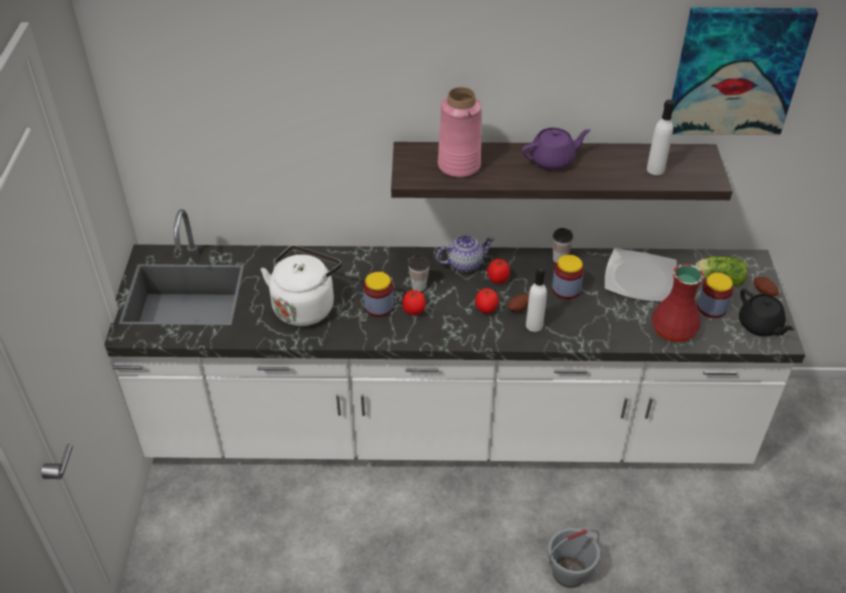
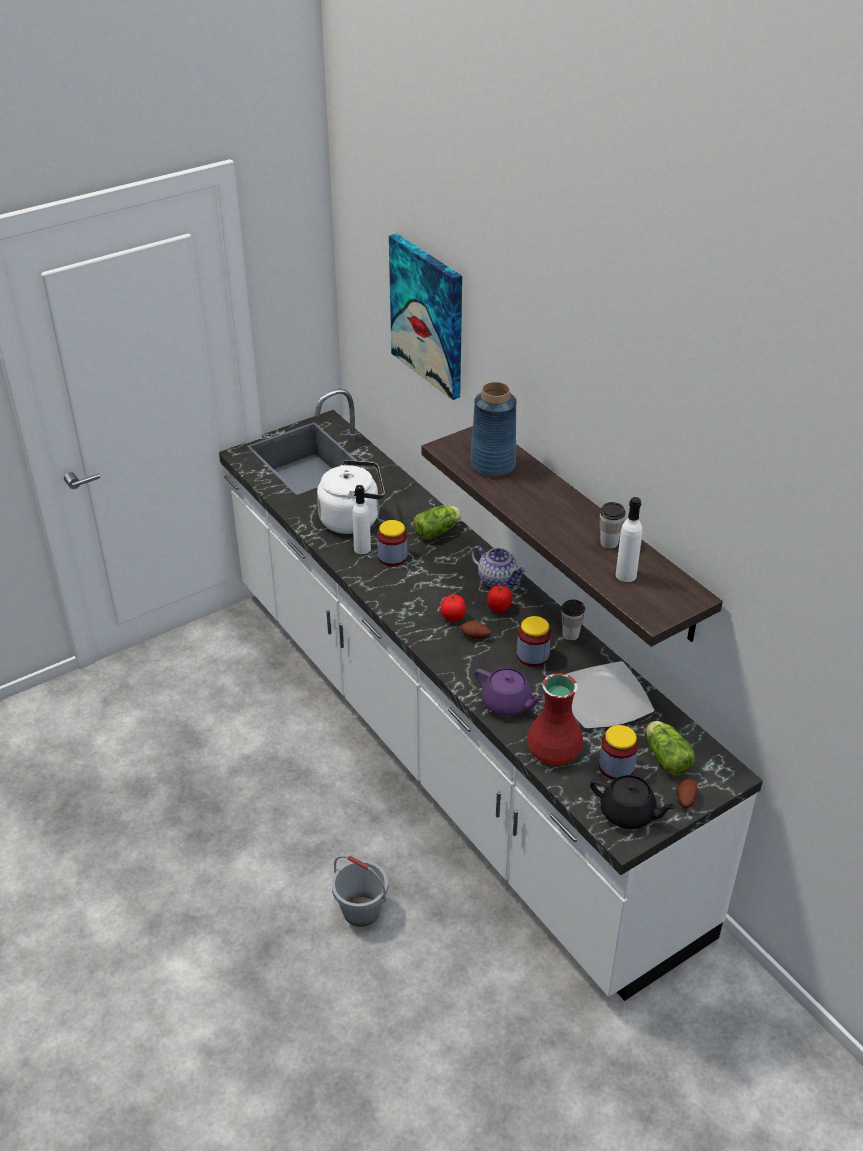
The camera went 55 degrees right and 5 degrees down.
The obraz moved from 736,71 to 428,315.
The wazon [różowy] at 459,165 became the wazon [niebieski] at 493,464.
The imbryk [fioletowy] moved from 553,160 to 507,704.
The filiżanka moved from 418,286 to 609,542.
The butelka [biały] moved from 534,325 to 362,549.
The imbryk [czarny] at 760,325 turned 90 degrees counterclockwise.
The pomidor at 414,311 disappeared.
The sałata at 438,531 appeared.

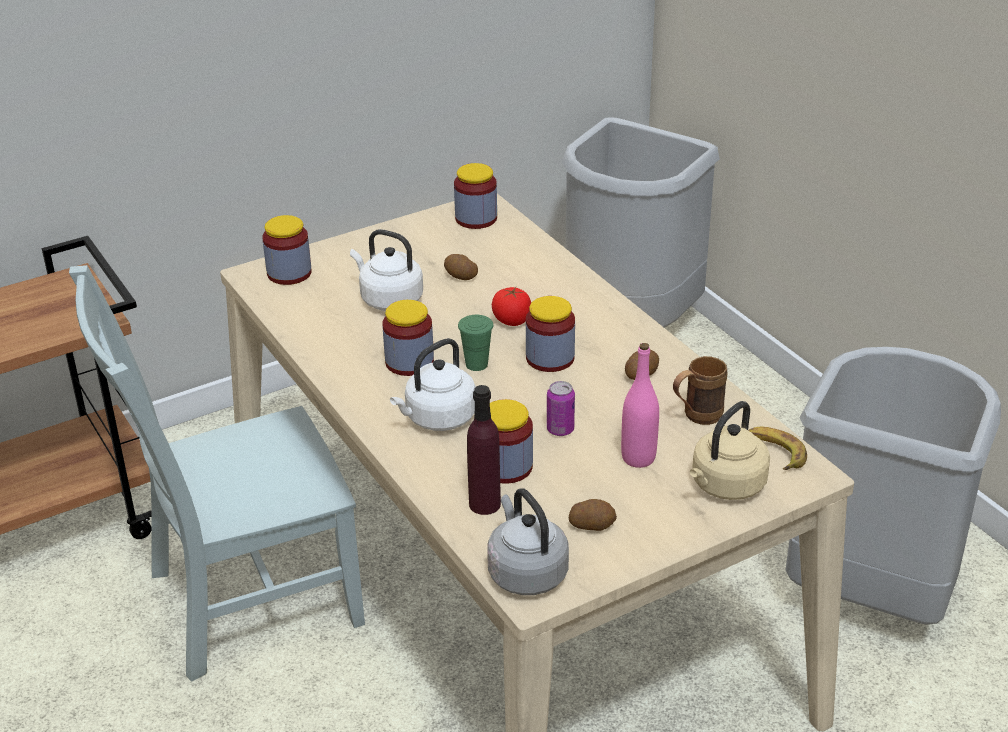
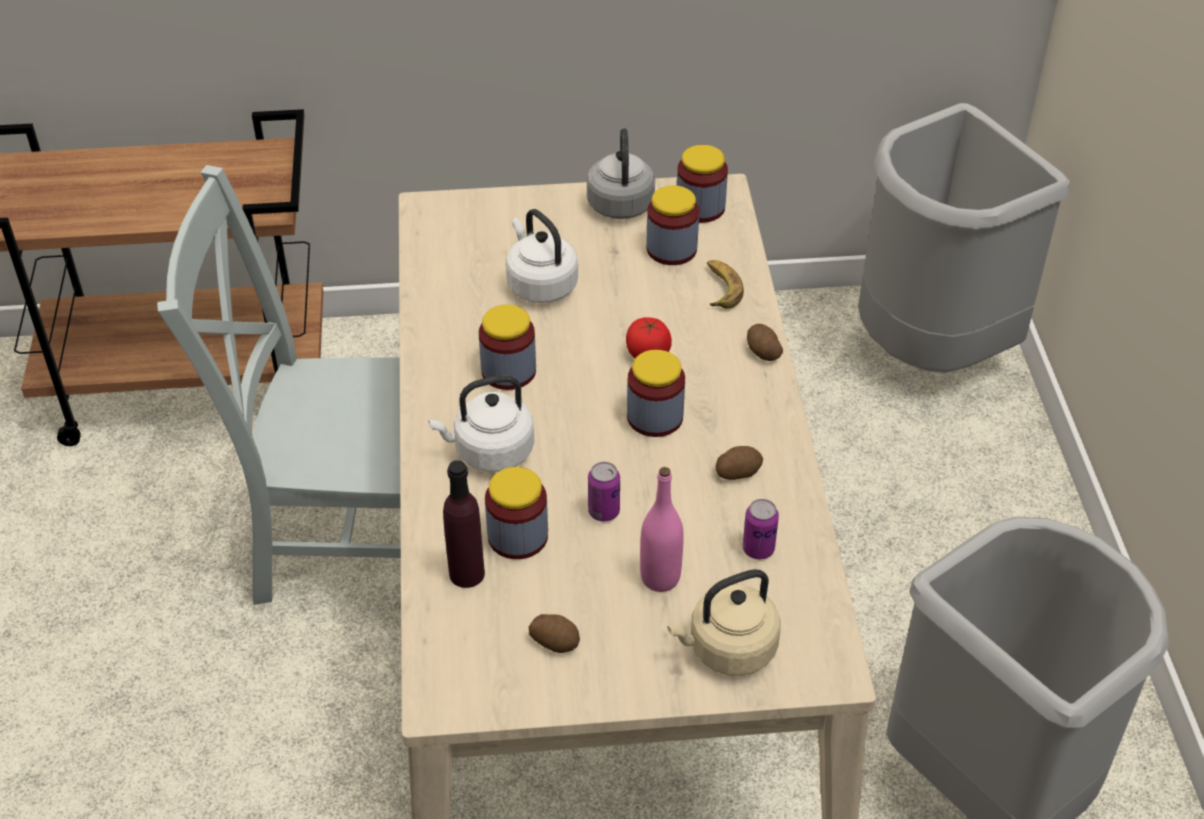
The camera went 25 degrees right and 10 degrees up.
The słoik moved from 289,273 to 671,249.
The ziemniak moved from 460,276 to 762,352.
The filiżanka [zielony] at 476,364 disappeared.
The kubek [brązowy] at 695,417 was replaced by the puszka at 758,549.
The banan moved from 775,452 to 720,288.
The czajnik [szary] moved from 525,572 to 620,202.

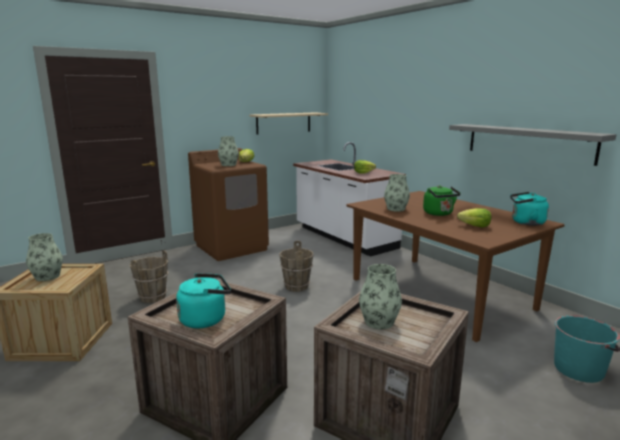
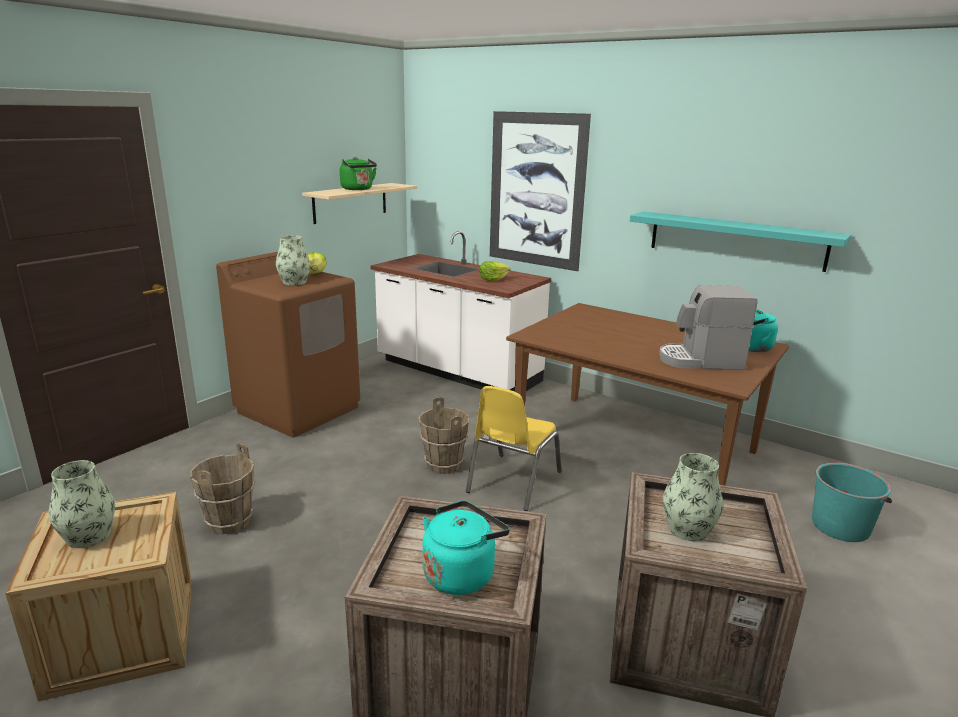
The camera went 20 degrees left and 5 degrees up.
The półka [szary] at 528,142 became the półka [turkusowy] at 735,240.
The wazon at 396,209 disappeared.
The czajnik [zielony] moved from 439,214 to 358,189.
The sałata at 475,226 was replaced by the ekspres do kawy at 700,360.
The obraz at 536,190 appeared.
The krzesło [żółty] at 513,482 appeared.

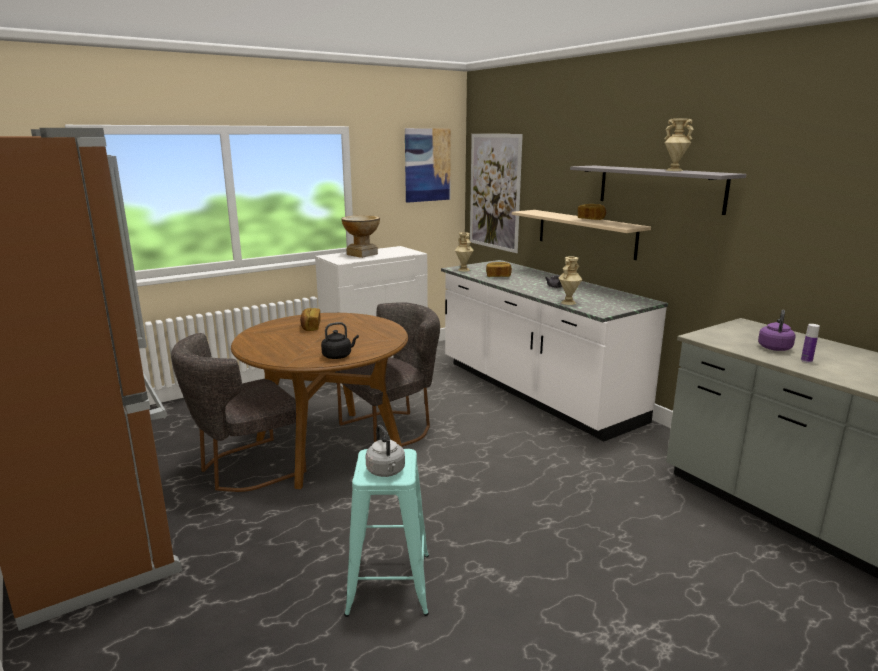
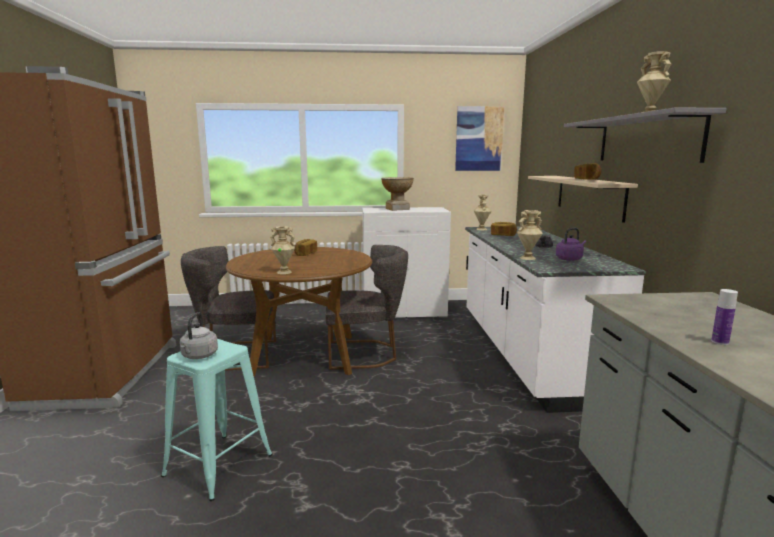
The camera went 30 degrees right and 5 degrees down.
The obraz at 494,192 disappeared.
The czajnik [fioletowy] moved from 774,347 to 570,259.
The czajnik [czarny] at 338,356 was replaced by the wazon [beżowy] at 284,272.

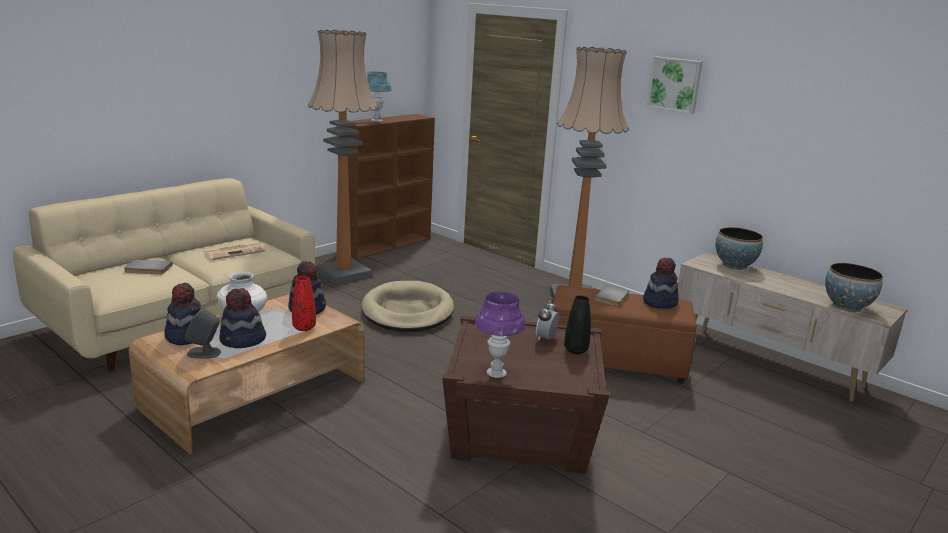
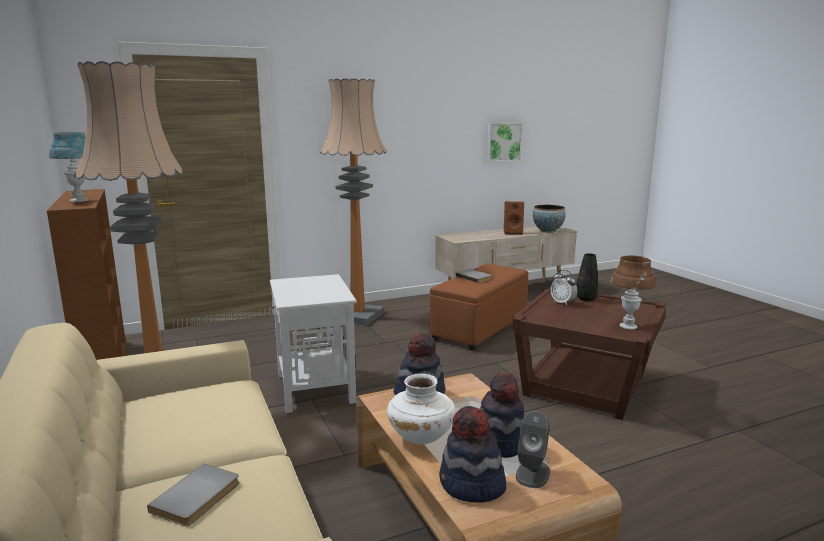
The camera went 65 degrees left and 5 degrees down.
The obraz moved from 675,84 to 503,142.
The miska at 734,266 disappeared.
The gazeta at 234,252 disappeared.
The kapelusz at 659,302 disappeared.
The wazon [czerwony] at 304,327 disappeared.
The legowisko [beżowy] at 407,311 was replaced by the stolik [biały] at 315,388.
The lampa stołowa [fioletowy] at 496,373 became the lampa stołowa [brązowy] at 628,326.
The głośnik [brązowy] at 513,233 appeared.

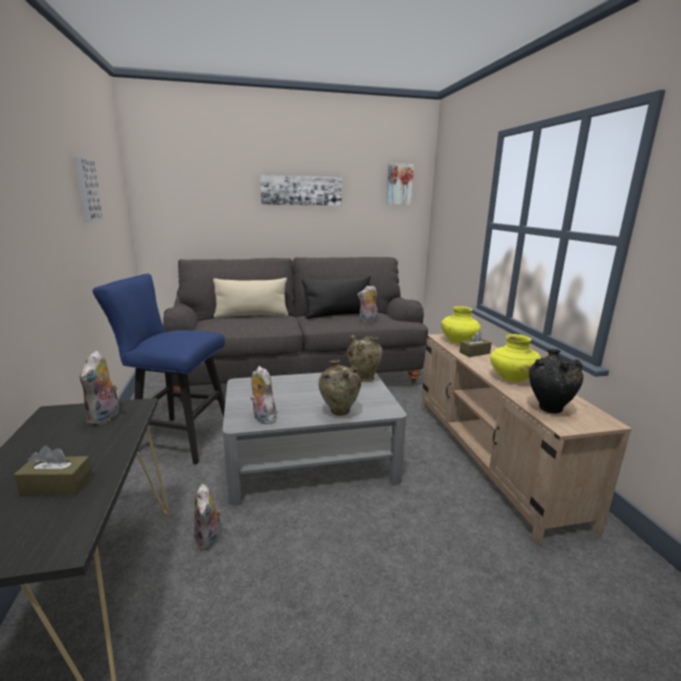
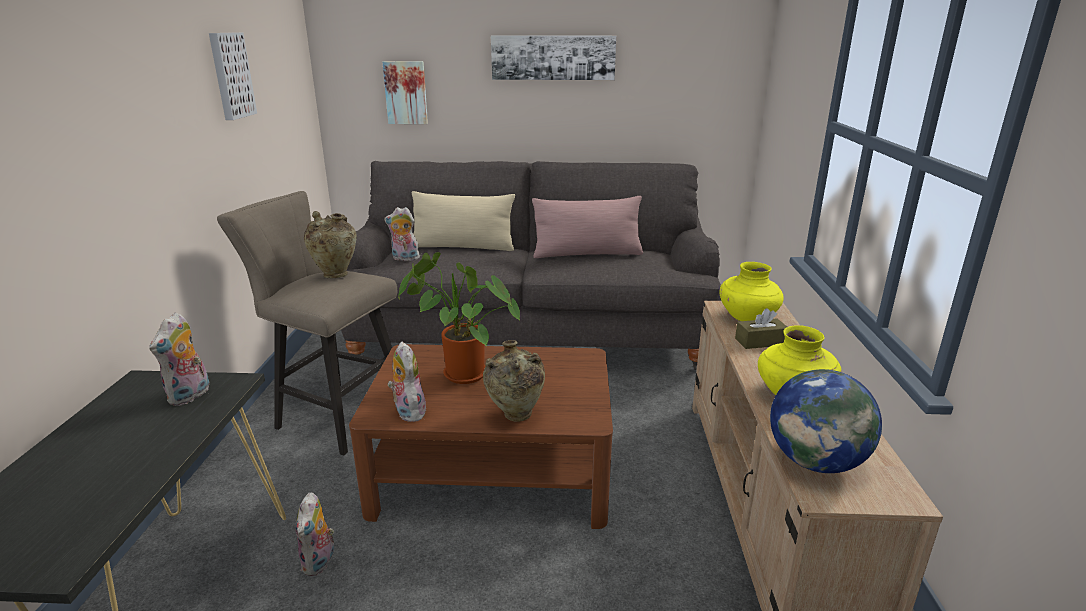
The camera went 15 degrees right and 5 degrees up.
The obraz moved from 399,184 to 406,92.
The stołek [niebieski] at 178,438 became the stołek [beżowy] at 335,414.
The poduszka [czarny] at 339,314 became the poduszka [różowy] at 587,254.
The pluszak moved from 368,321 to 404,259.
The wazon [beżowy] moved from 363,378 to 335,274.
The wazon [czarny] at 548,410 was replaced by the globus at 815,462.
The ława [szary] at 310,459 became the ława [brązowy] at 493,469.
The pudełko chusteczek [brązowy] at 57,485 disappeared.
The roślina doniczkowa at 460,375 appeared.

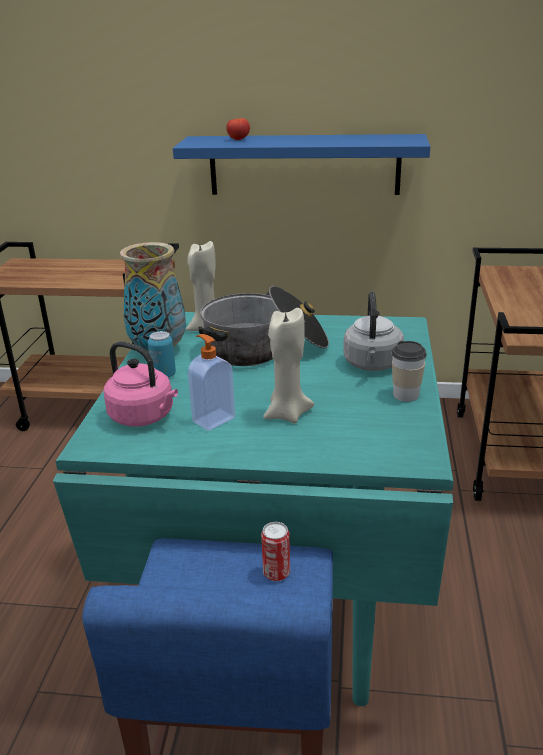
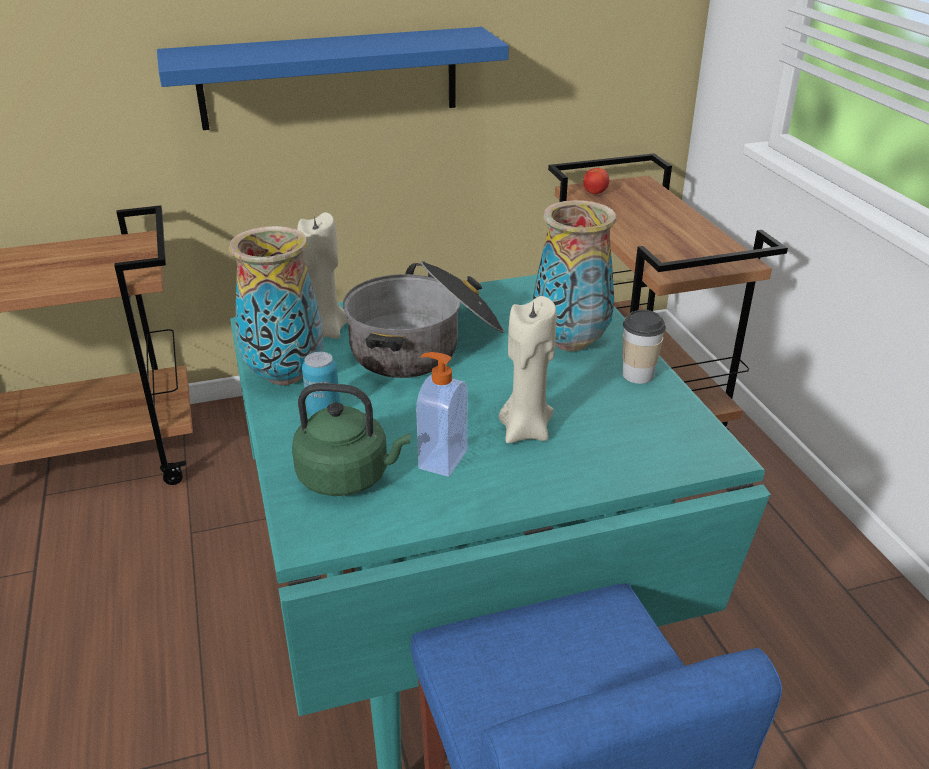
The camera went 25 degrees left and 5 degrees up.
The pomidor moved from 238,139 to 595,193.
The czajnik [szary] at 372,365 was replaced by the wazon at 571,343.
The czajnik [różowy] at 144,417 became the czajnik [zielony] at 348,477.
The puszka at 276,573 disappeared.

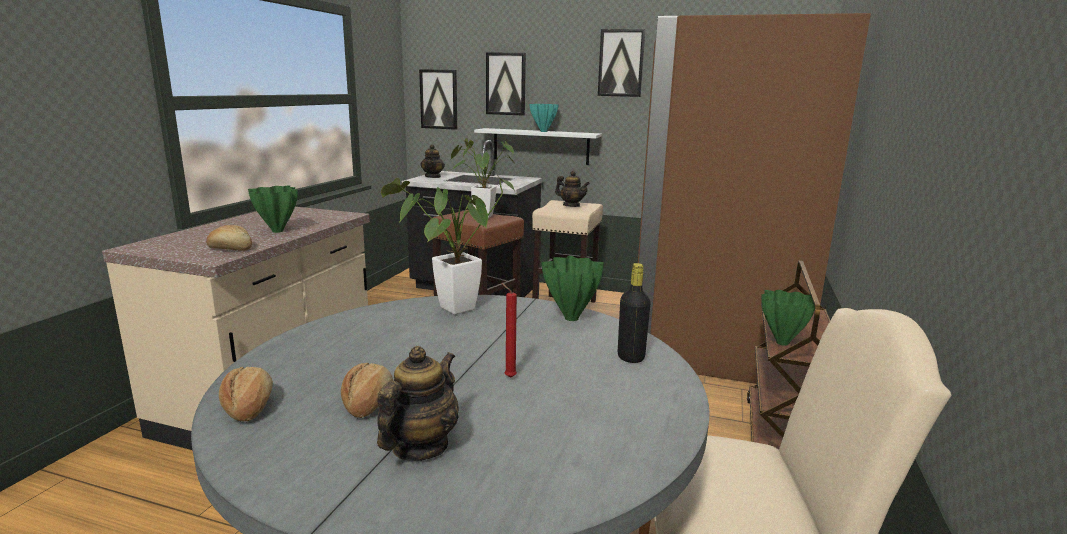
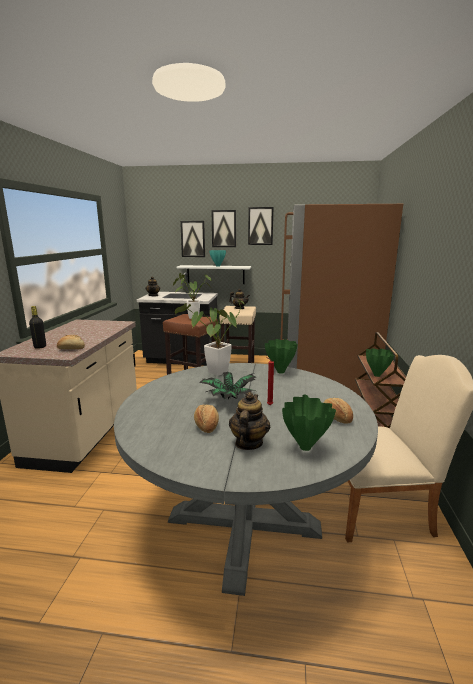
The camera went 10 degrees left and 0 degrees up.
The obraz moved from 439,99 to 224,228.
The wazon [zielony] moved from 277,231 to 305,448.
The butelka [czarny] moved from 630,357 to 40,347.
The chleb moved from 248,407 to 336,417.
The roślina doniczkowa at 228,400 appeared.

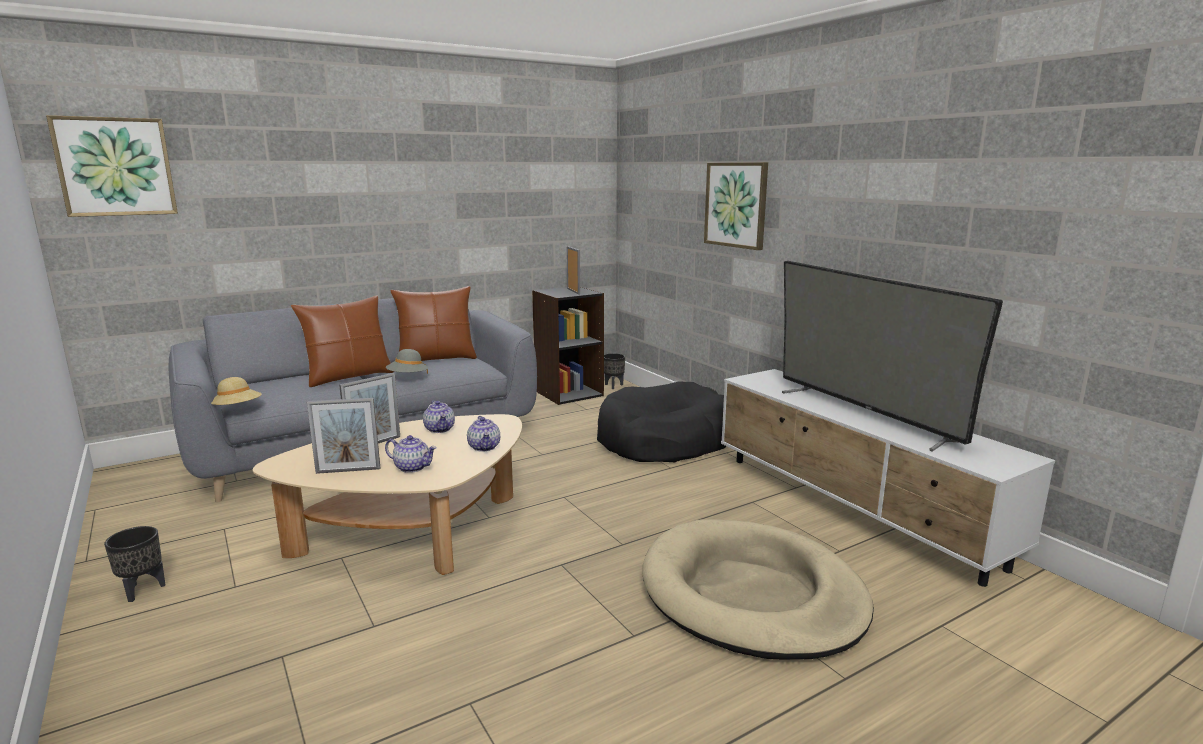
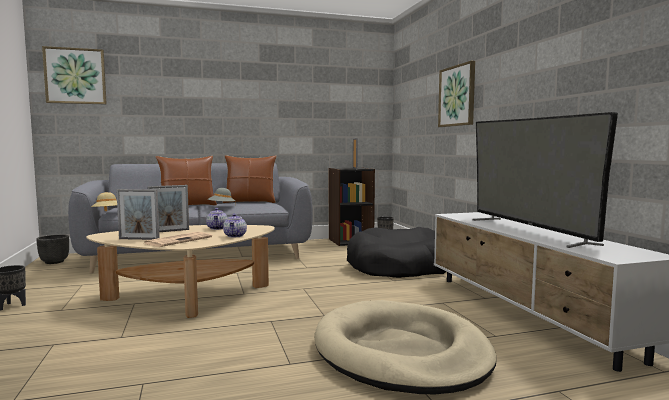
The camera went 15 degrees right and 10 degrees down.
The imbryk at 413,467 was replaced by the gazeta at 179,240.
The donica [czarny] at 55,262 appeared.

